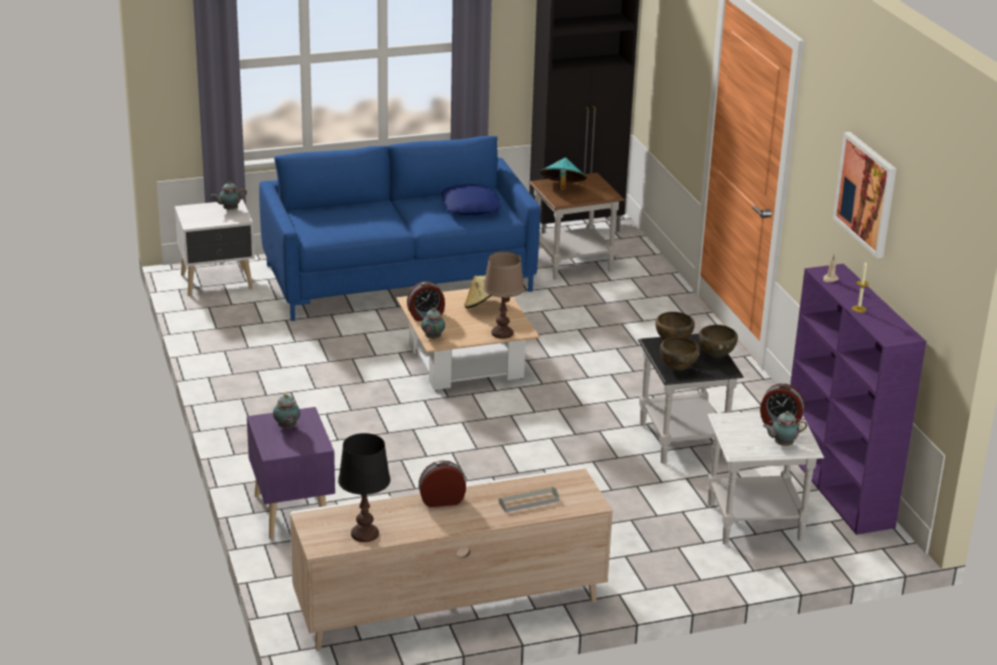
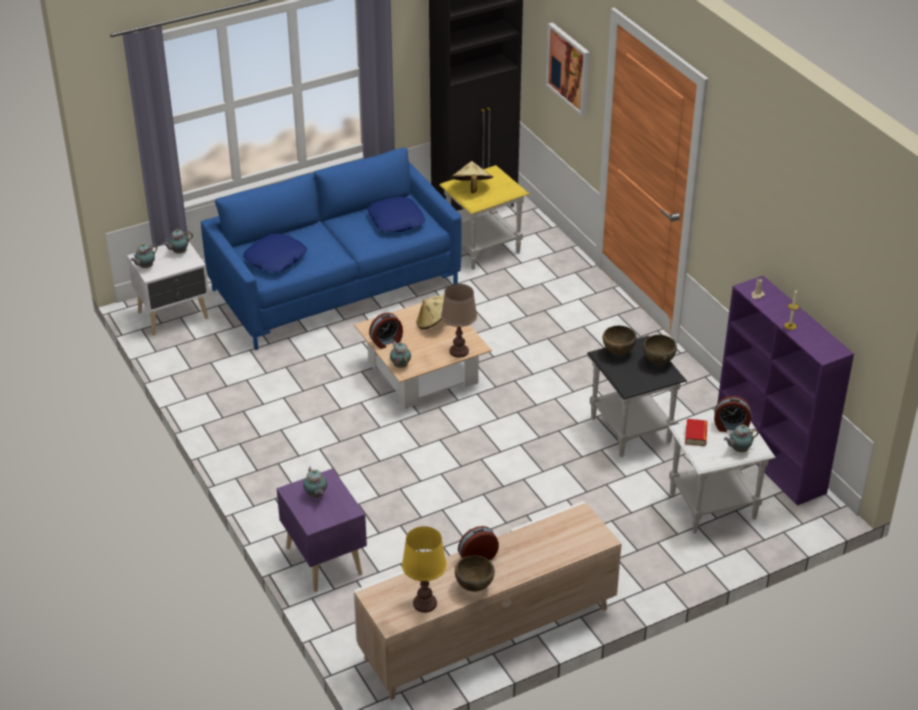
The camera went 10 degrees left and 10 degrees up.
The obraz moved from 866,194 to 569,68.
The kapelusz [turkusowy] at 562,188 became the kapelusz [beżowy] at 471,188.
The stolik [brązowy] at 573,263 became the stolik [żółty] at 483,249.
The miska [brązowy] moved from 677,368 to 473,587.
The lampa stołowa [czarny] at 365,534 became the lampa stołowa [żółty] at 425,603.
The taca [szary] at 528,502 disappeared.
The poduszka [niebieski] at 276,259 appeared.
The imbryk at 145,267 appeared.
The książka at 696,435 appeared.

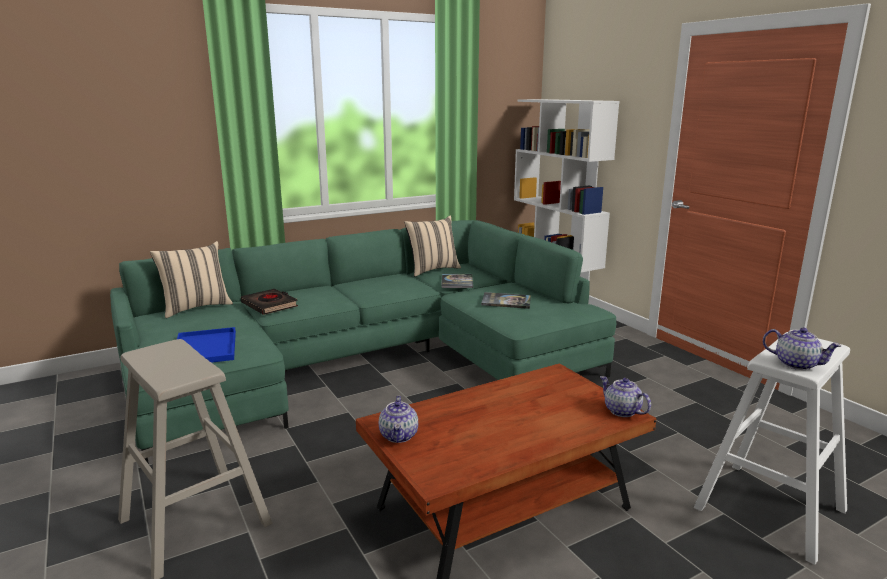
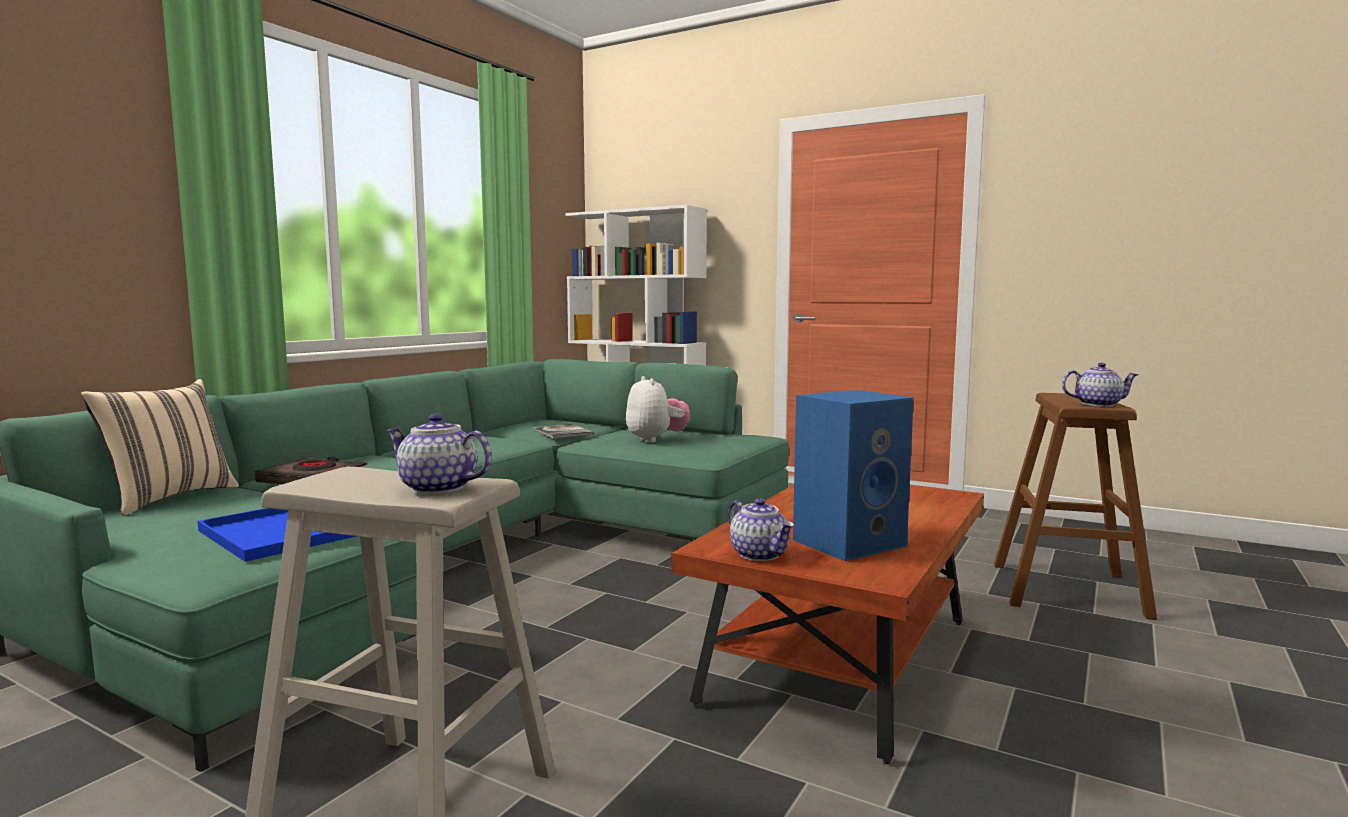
The camera went 30 degrees left and 10 degrees down.
The poduszka [beżowy] at 432,270 disappeared.
The książka at 506,301 was replaced by the pluszak at 656,440.
The stołek [biały] at 770,508 became the stołek [brązowy] at 1067,589.
The imbryk moved from 621,411 to 437,488.
The głośnik [niebieski] at 849,542 appeared.

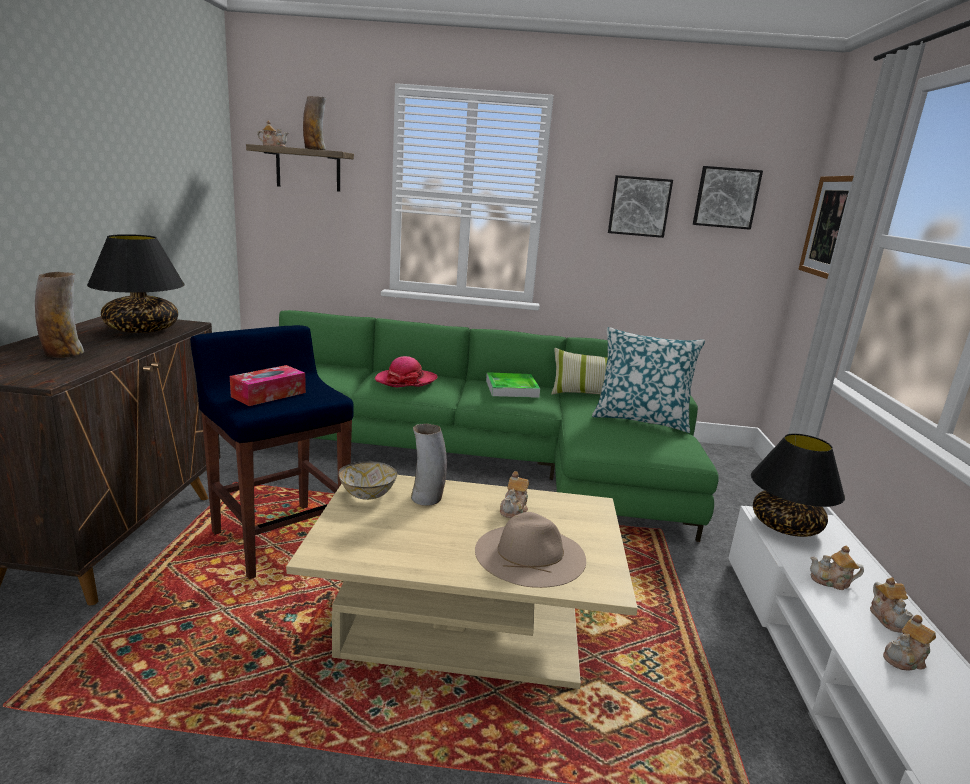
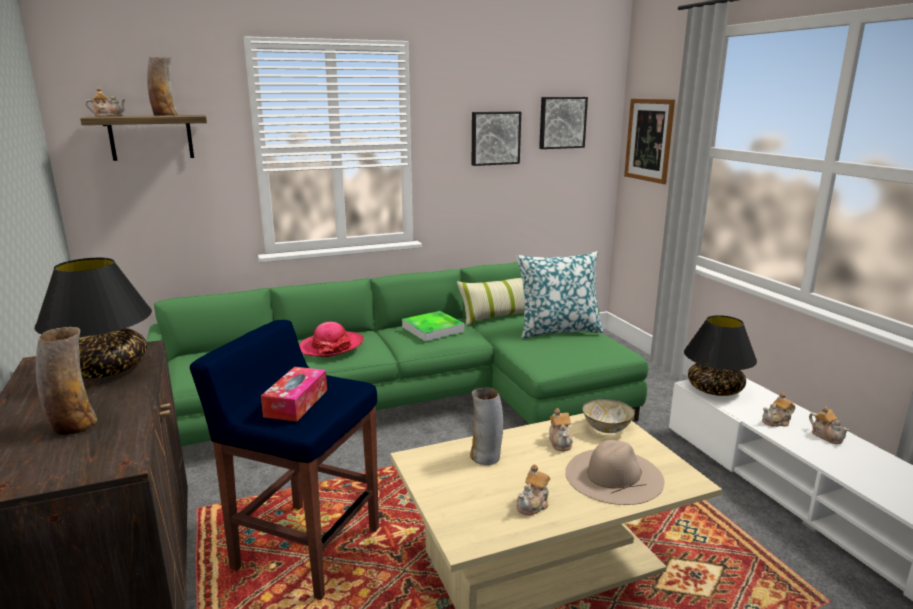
The camera went 25 degrees left and 0 degrees up.
The miska moved from 367,494 to 606,428.
The imbryk moved from 905,659 to 533,504.

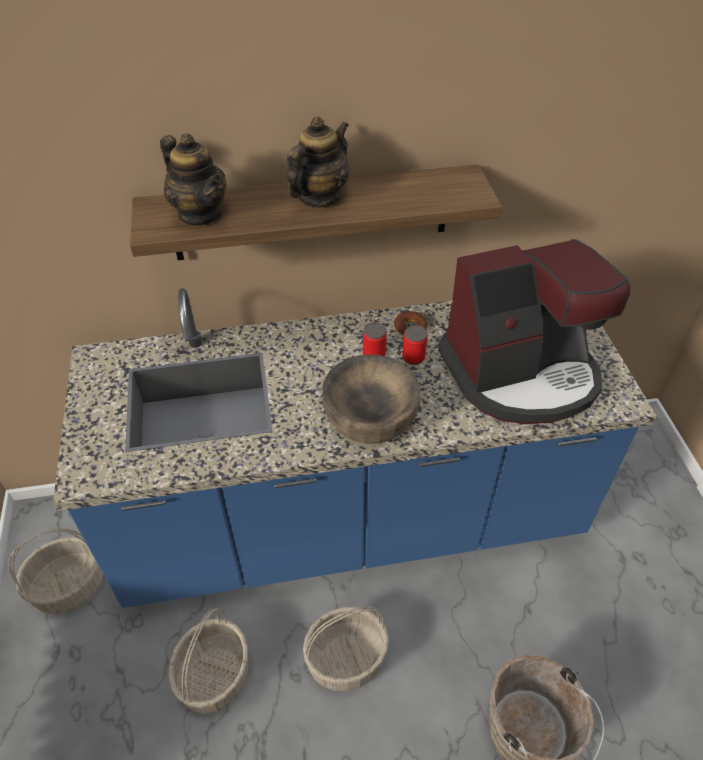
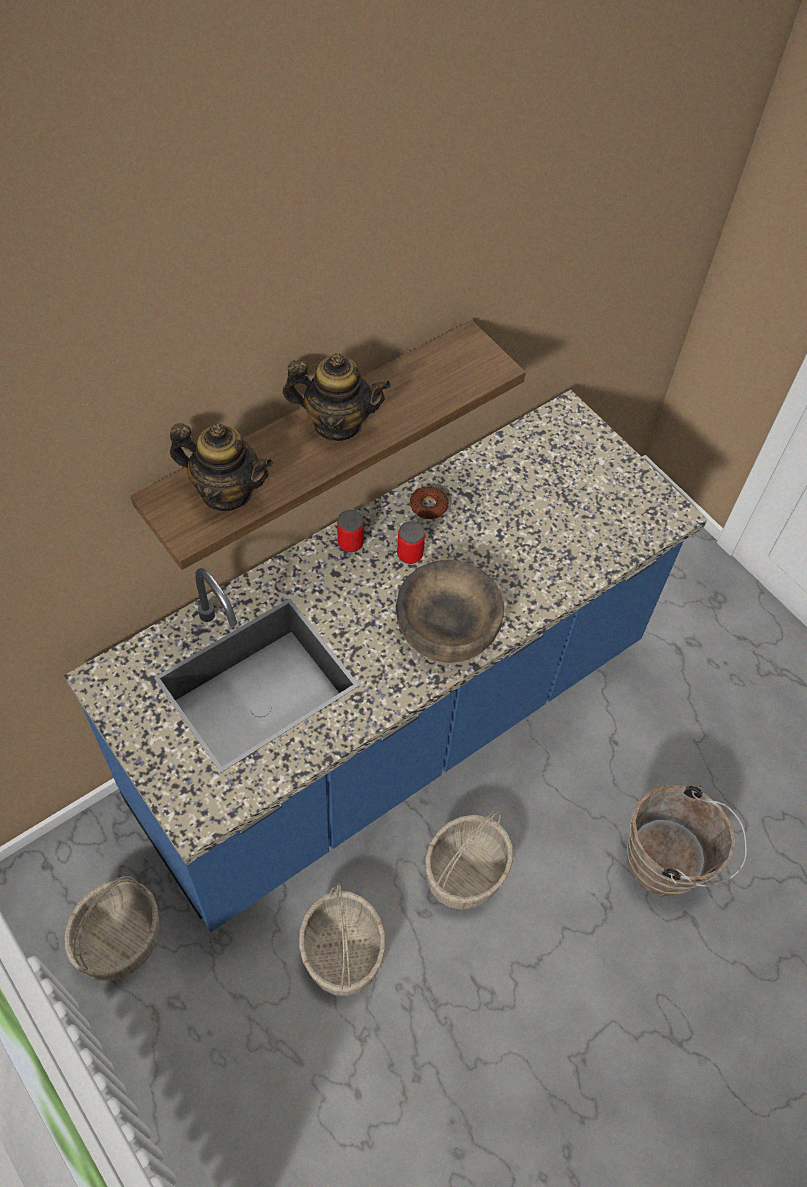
The camera went 30 degrees left and 10 degrees up.
The imbryk at 319,197 turned 90 degrees clockwise.
The ekspres do kawy at 521,373 disappeared.
The puszka moved from 413,357 to 350,542.

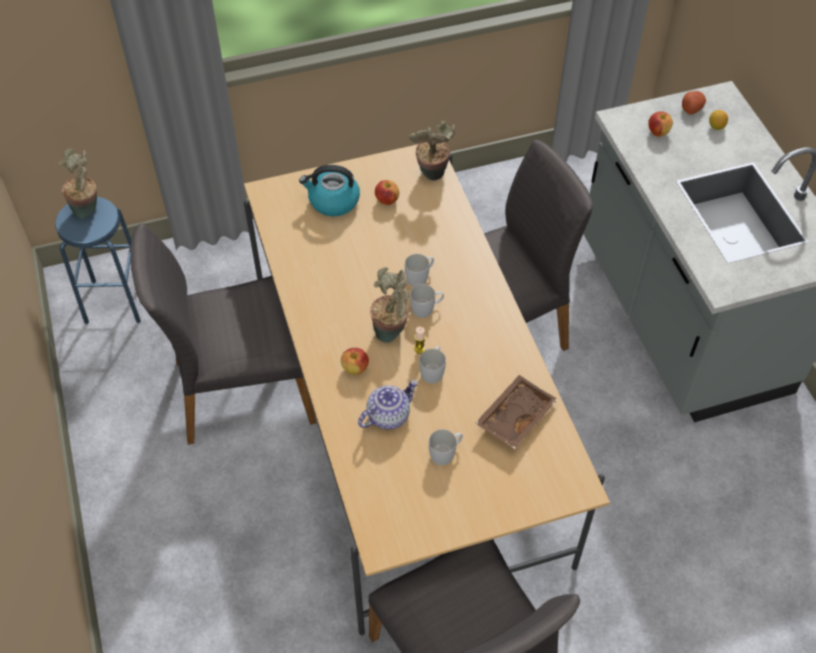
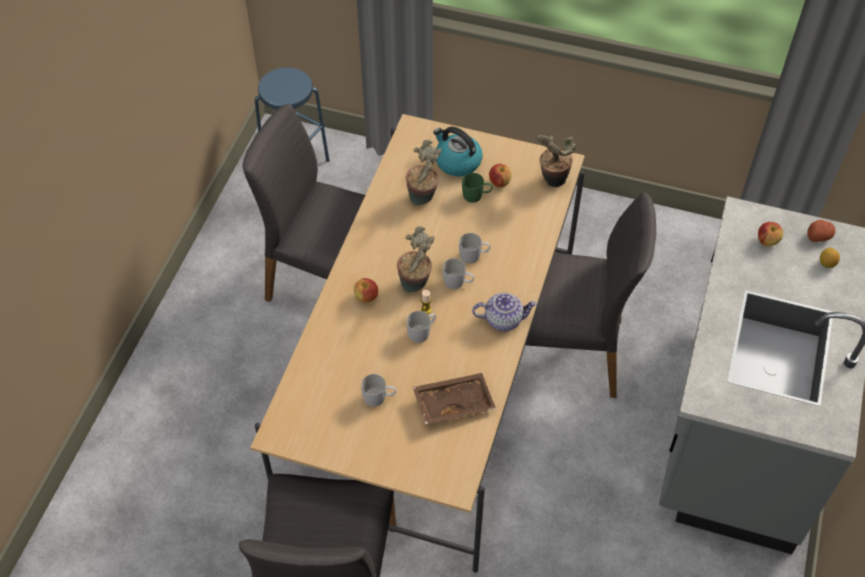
The camera went 35 degrees right and 0 degrees up.
The roślina doniczkowa moved from 88,209 to 423,199.
The imbryk moved from 388,415 to 503,319.
The kubek [zielony] at 476,196 appeared.

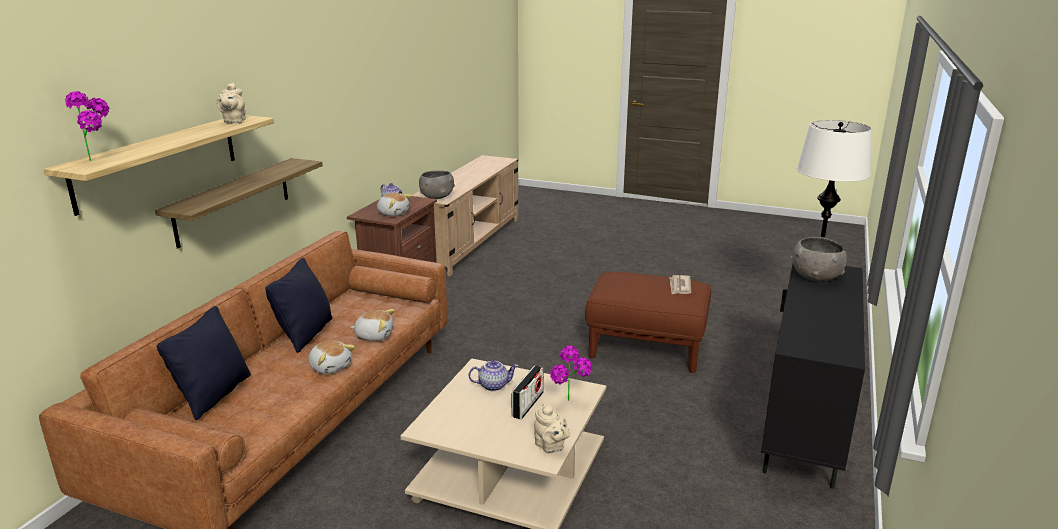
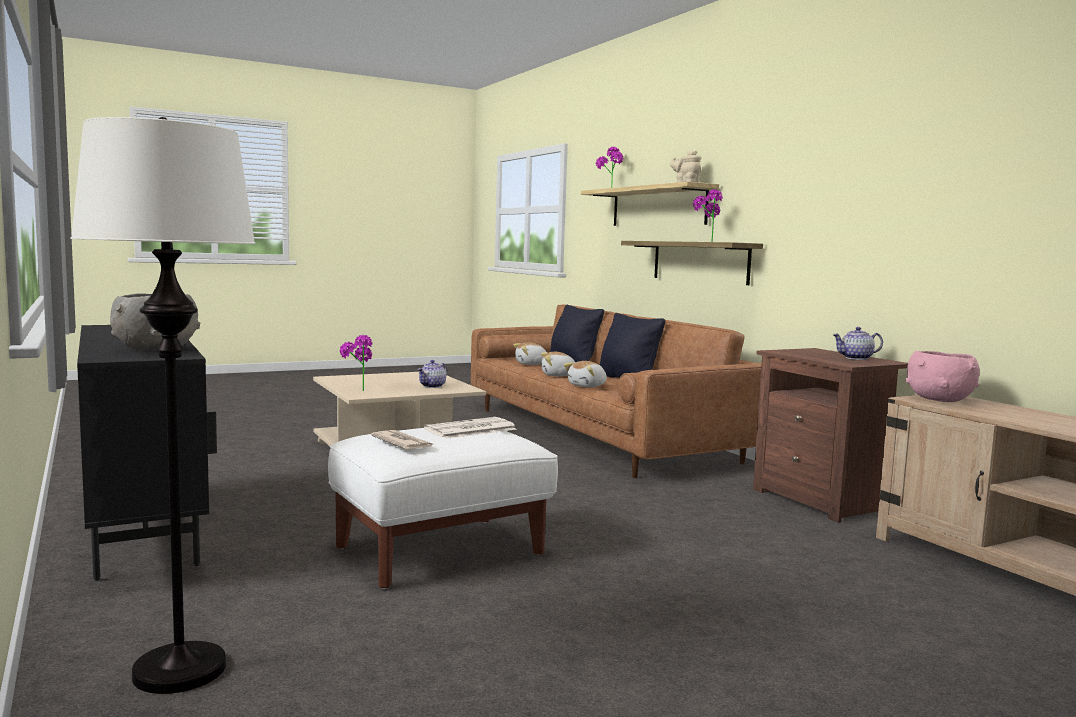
The camera went 130 degrees right and 15 degrees down.
The miska [szary] at 436,197 became the miska [różowy] at 939,400.
The pluszak moved from 393,213 to 531,364.
The pufa [brązowy] at 647,349 became the pufa [biały] at 439,552.
The radio at 528,404 disappeared.
The imbryk [beżowy] at 551,447 disappeared.
The roślina doniczkowa at 706,241 appeared.
The gazeta at 469,429 appeared.

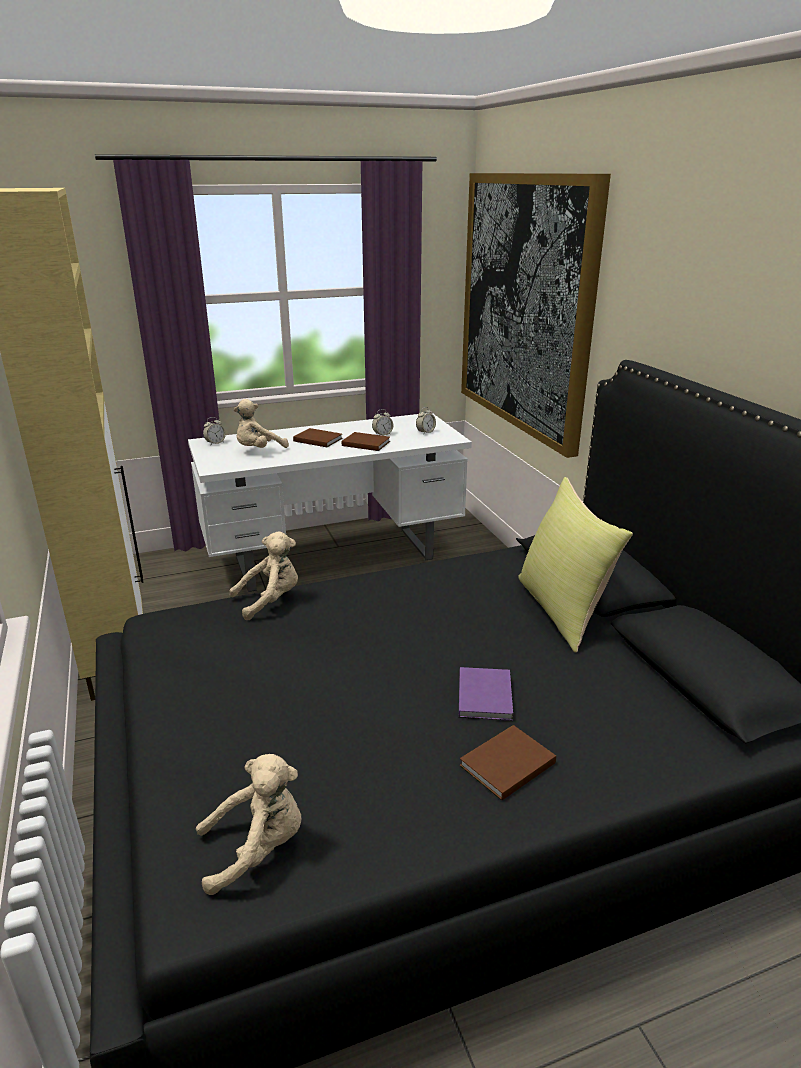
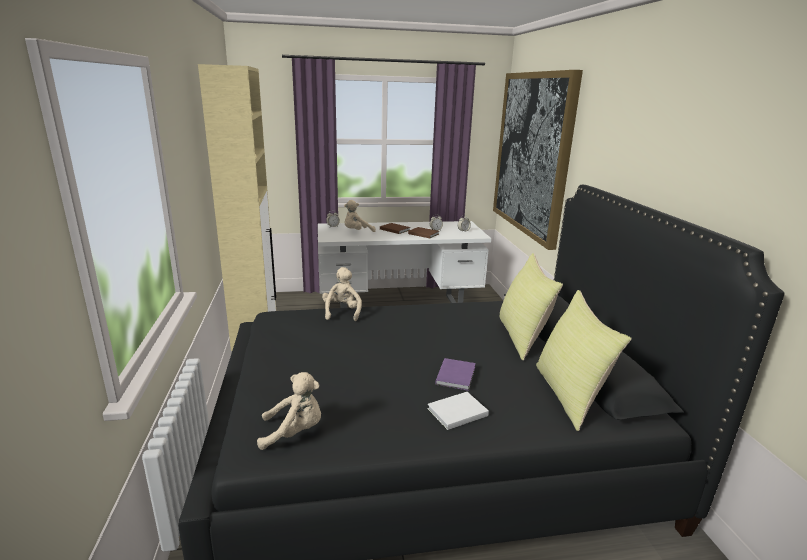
The camera went 10 degrees right and 5 degrees down.
The pluszak [beżowy] at 270,600 turned 75 degrees counterclockwise.
The książka [brązowy] at 505,764 became the książka [biały] at 455,412.
The poduszka [żółty] at 570,395 appeared.

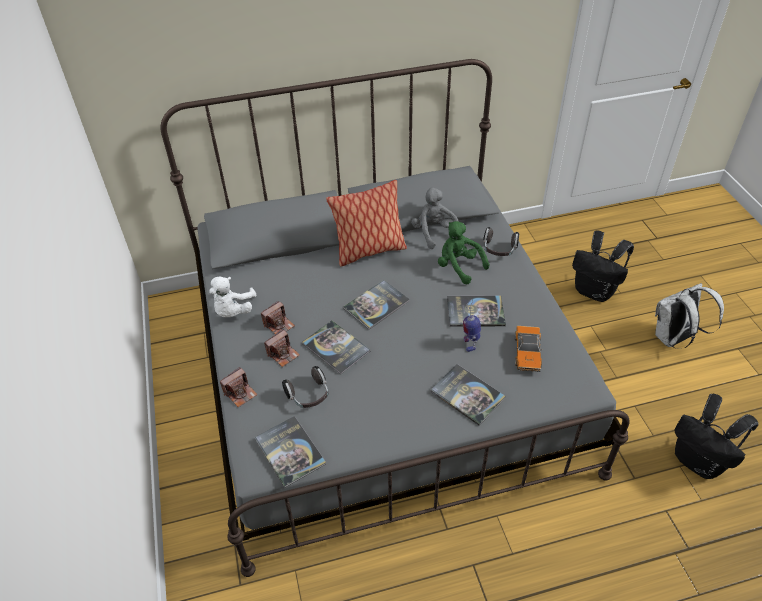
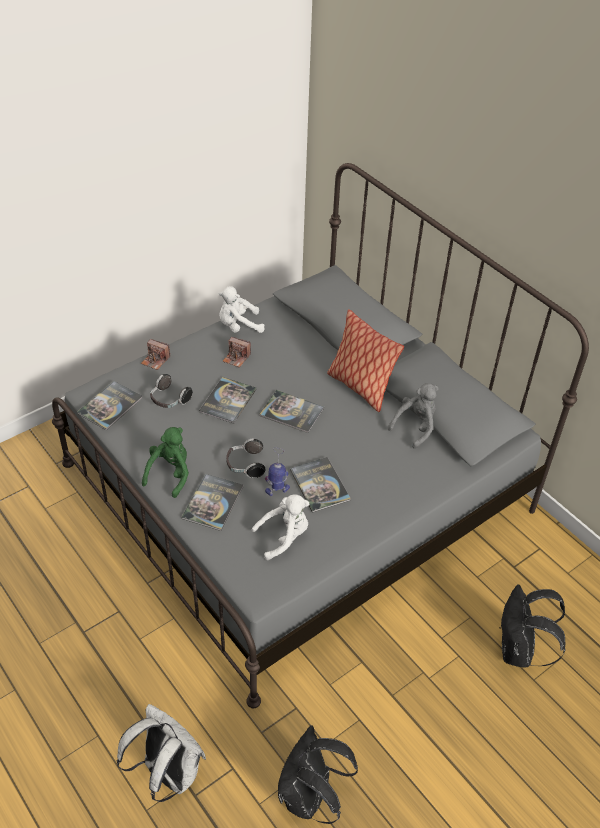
The camera went 65 degrees right and 0 degrees up.
The pluszak [zielony] moved from 459,266 to 170,474.
The słuchawki moved from 499,250 to 245,465.
The plecak [biały] moved from 673,339 to 168,773.
The samochodzik at 527,353 was replaced by the pluszak [biały] at 284,537.
The aparat fotograficzny at 283,354 disappeared.

